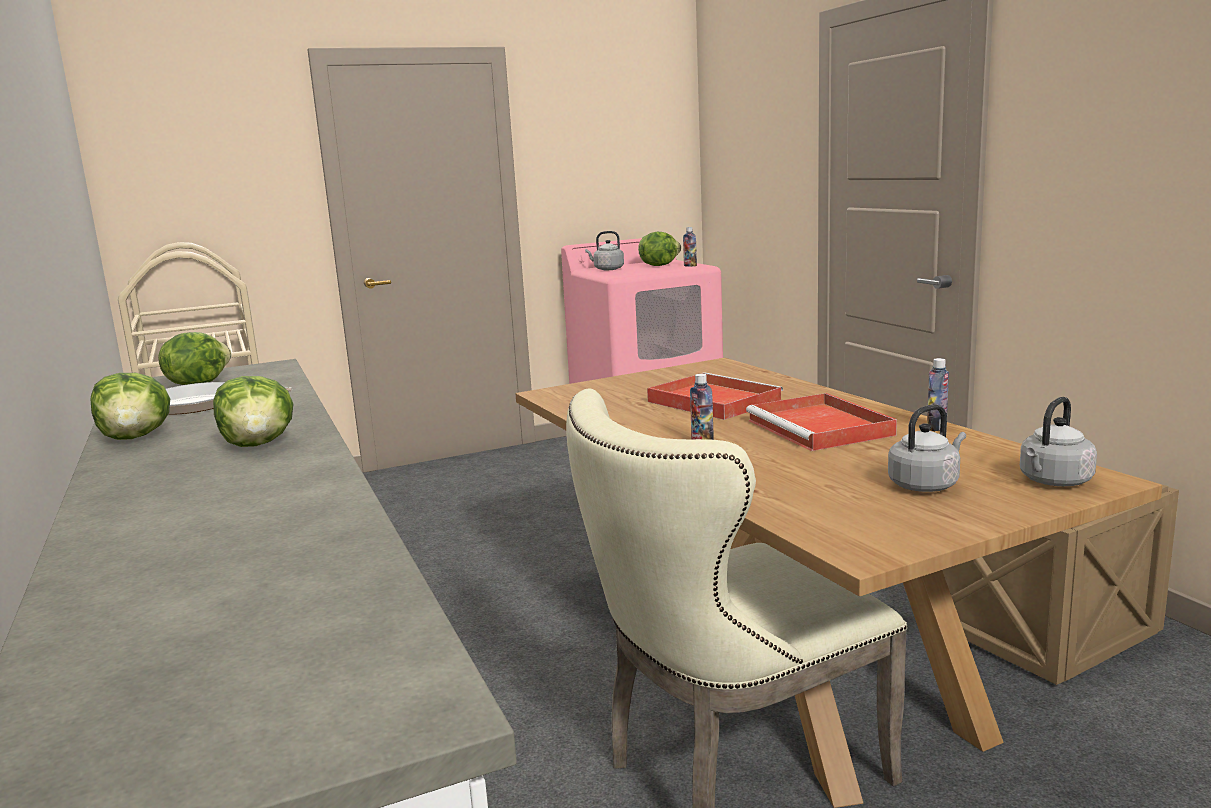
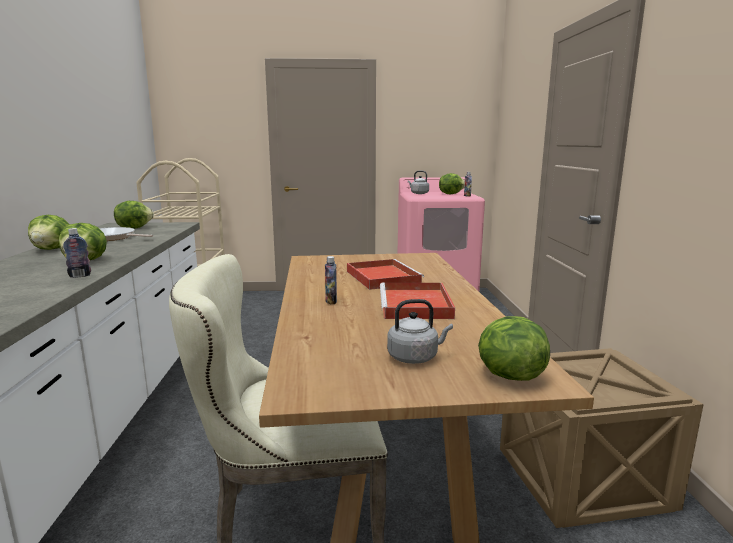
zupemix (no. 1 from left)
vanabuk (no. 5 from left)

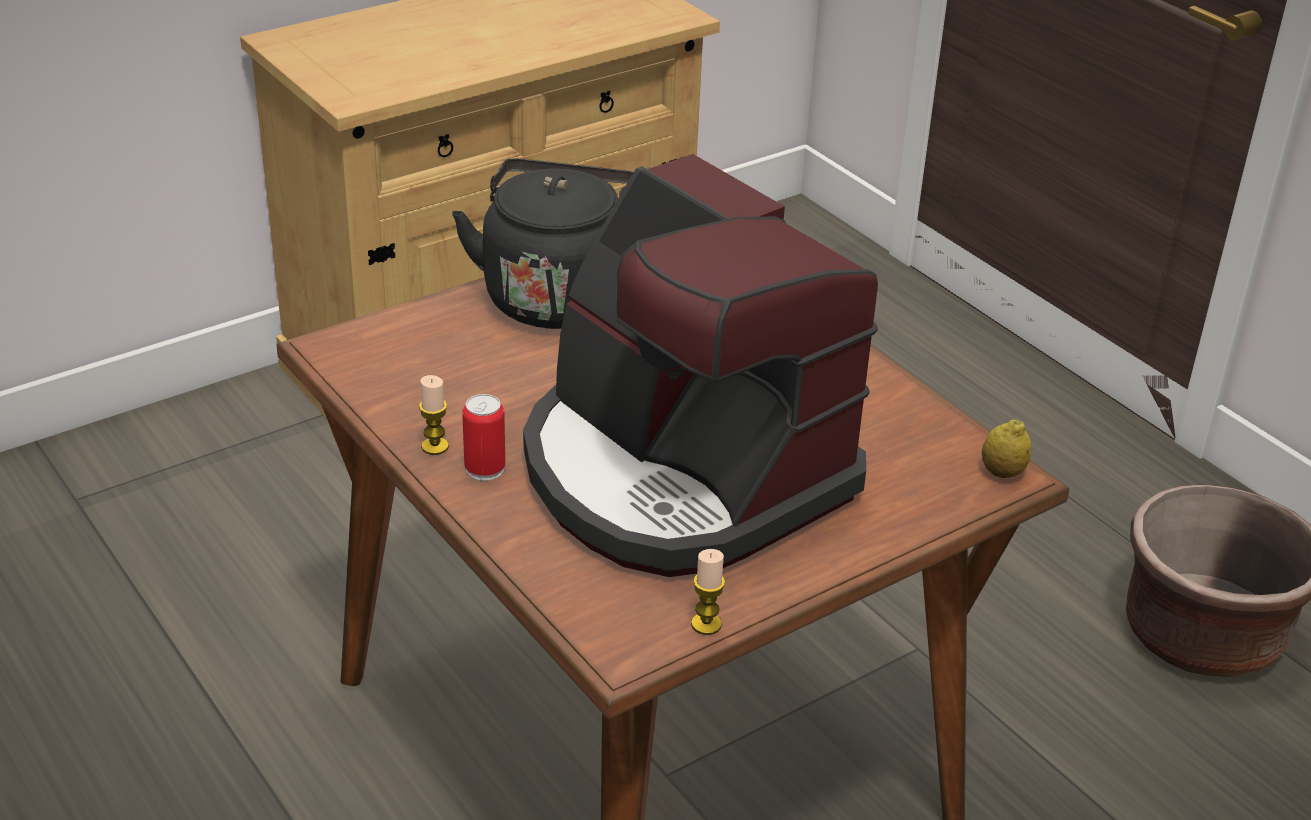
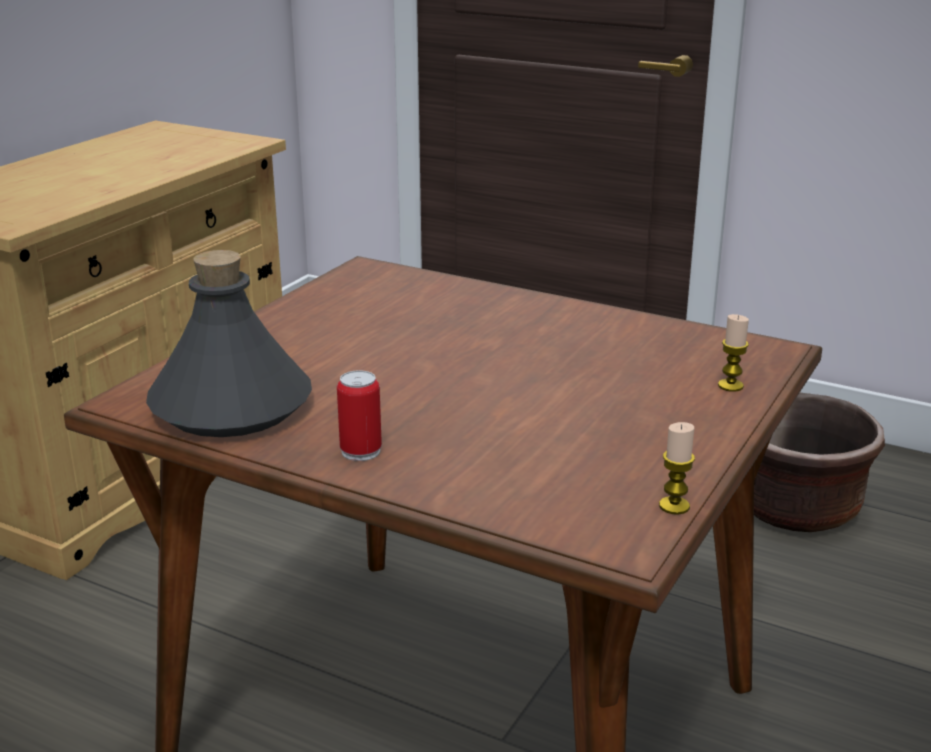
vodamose (no. 2 from left)
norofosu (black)
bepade
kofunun
zupemix (grey)

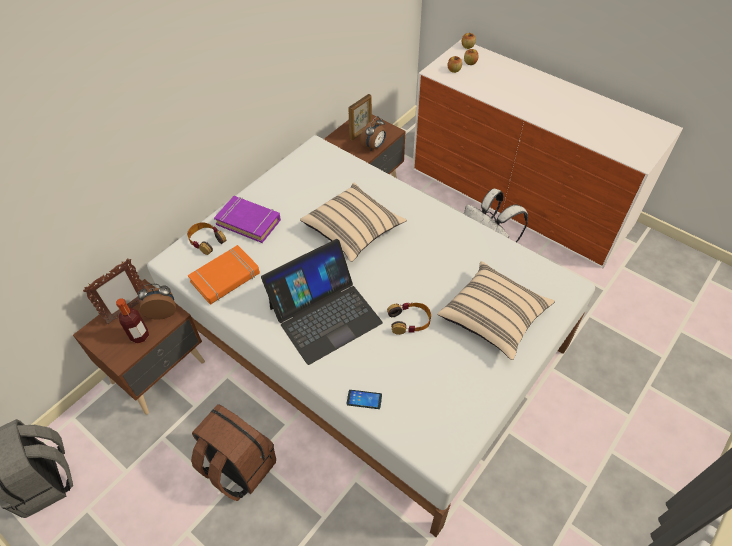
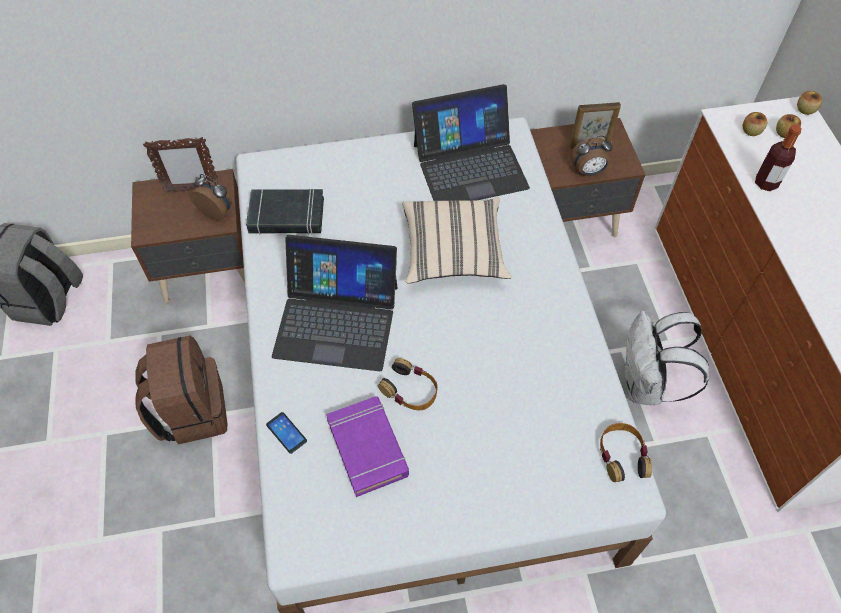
zupemix
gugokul (no. 2 from left)
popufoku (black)
popufoku (purple)
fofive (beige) (no. 2 from left in the first image)
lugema (no. 2 from left)

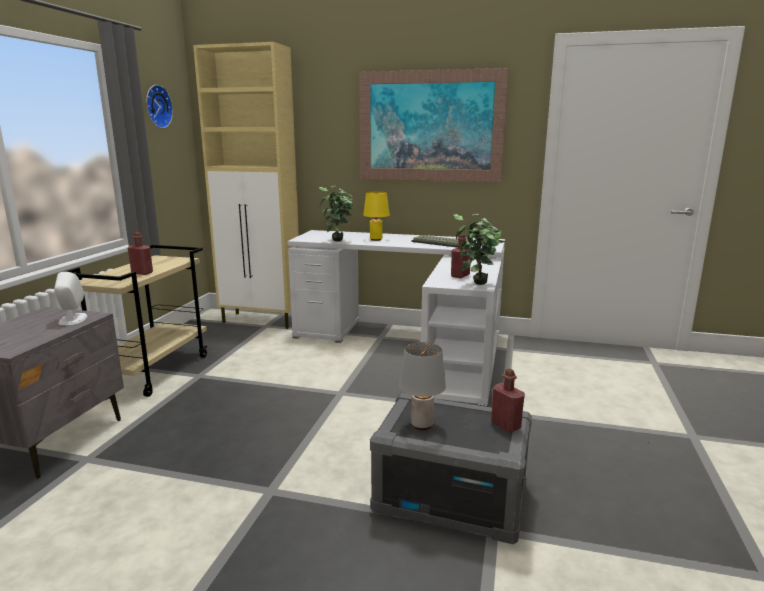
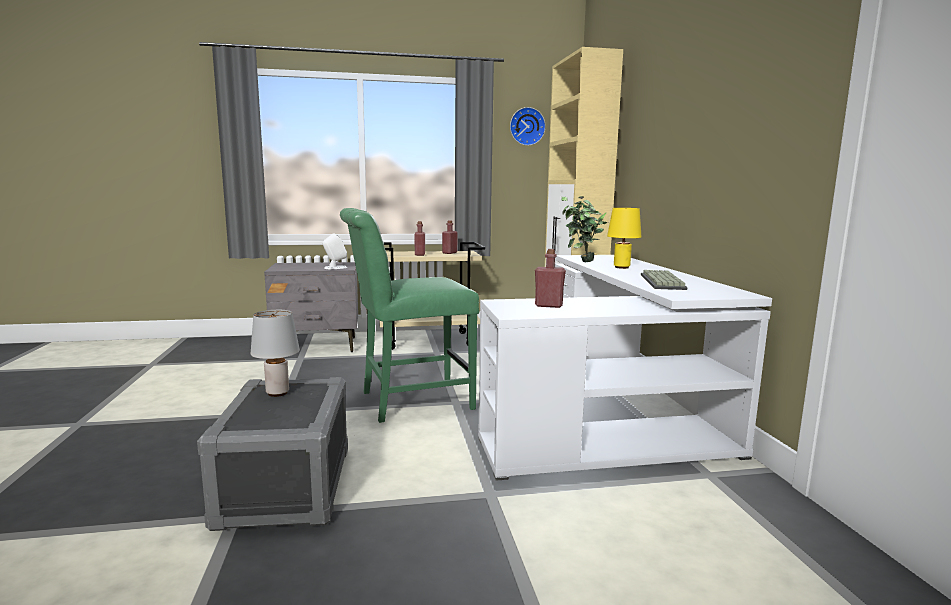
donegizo
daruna (no. 2 from left in the first image)
zupemix (red) (no. 2 from left)
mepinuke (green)

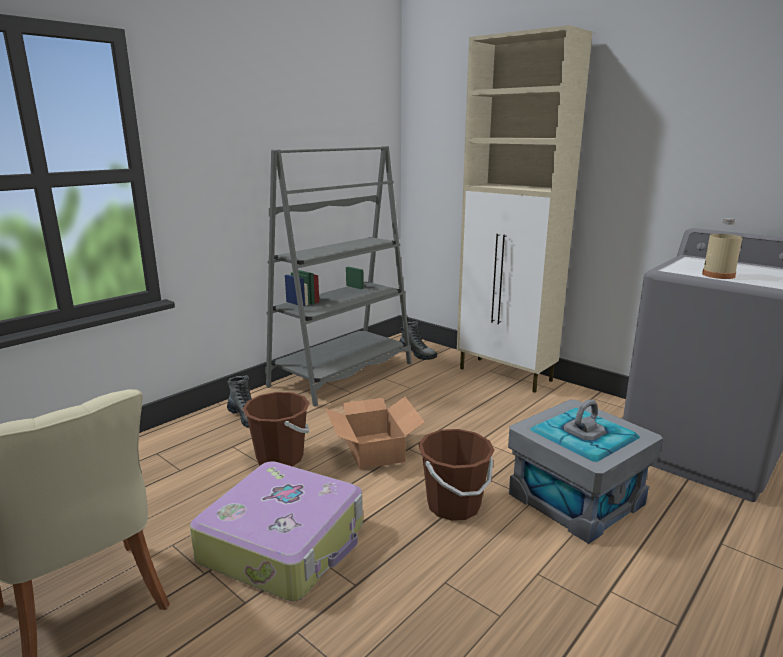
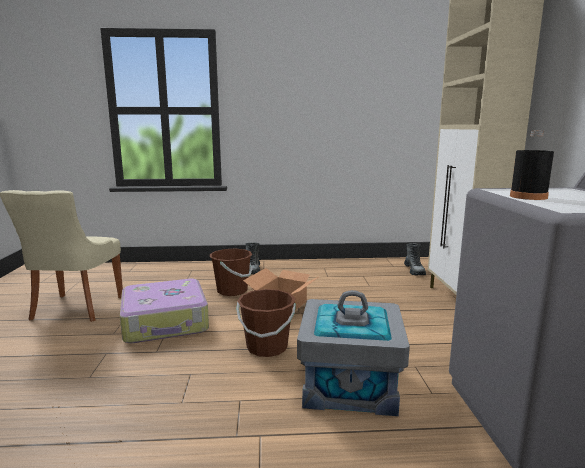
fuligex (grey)
zupemix (black)

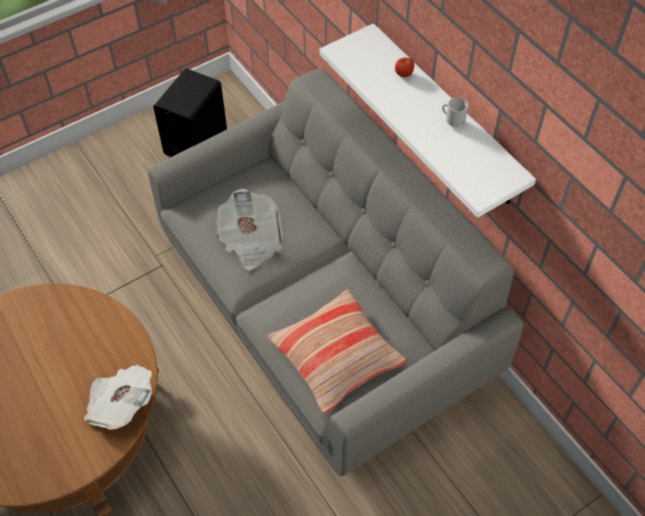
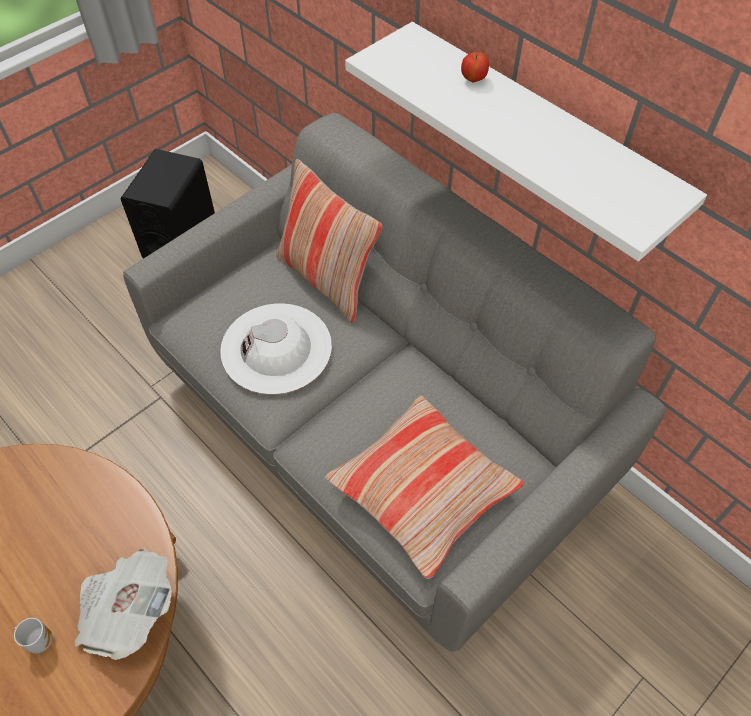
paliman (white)
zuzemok
fofive (no. 1 from left)

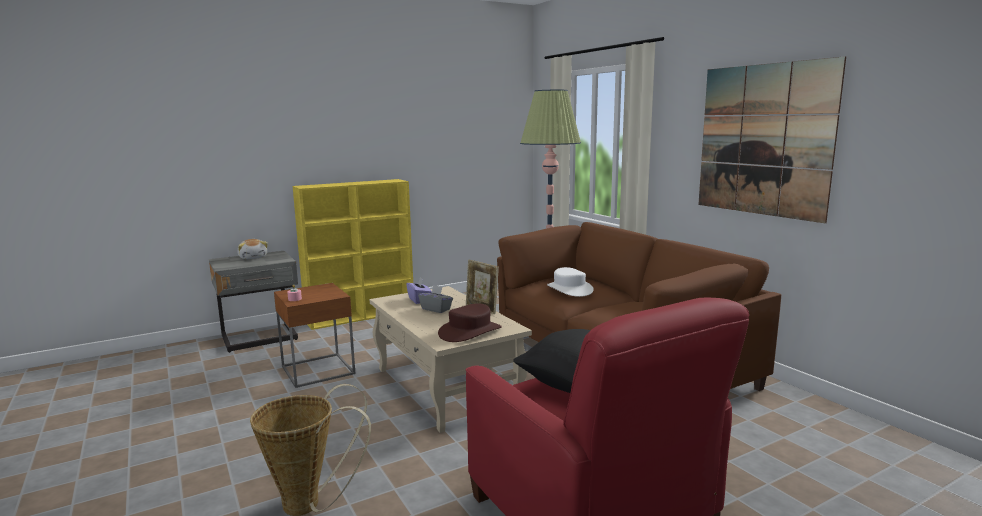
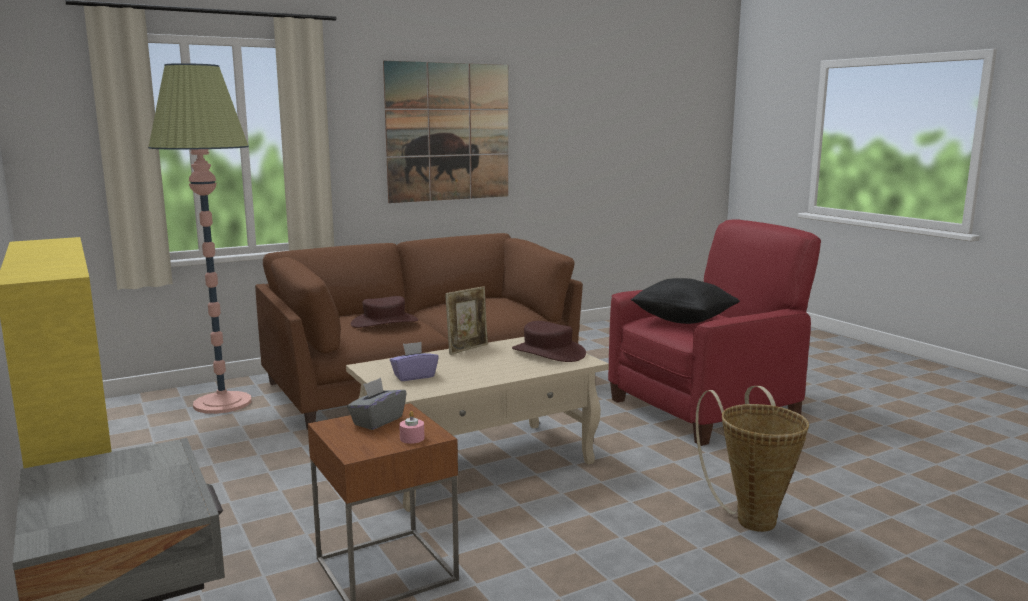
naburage
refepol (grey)
paliman (brown) (no. 1 from left)

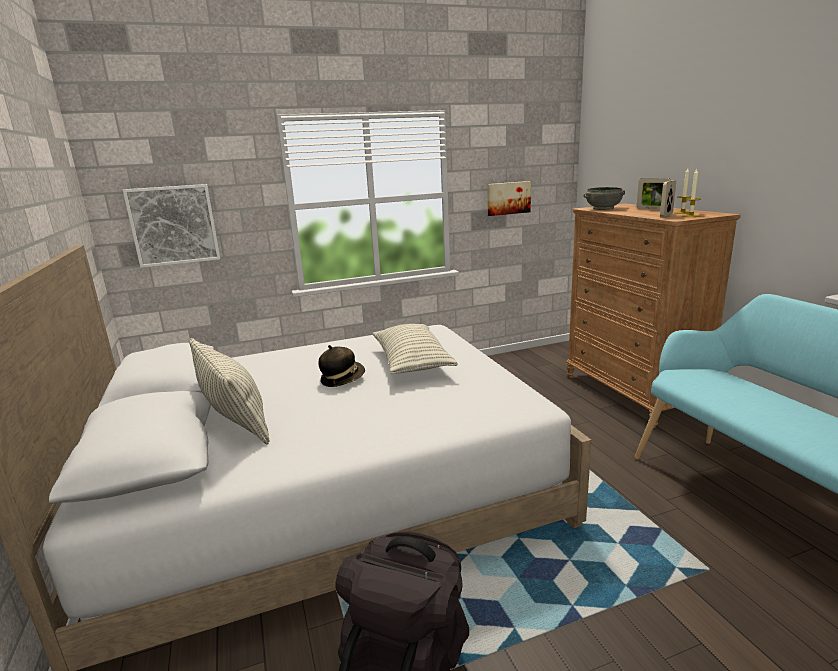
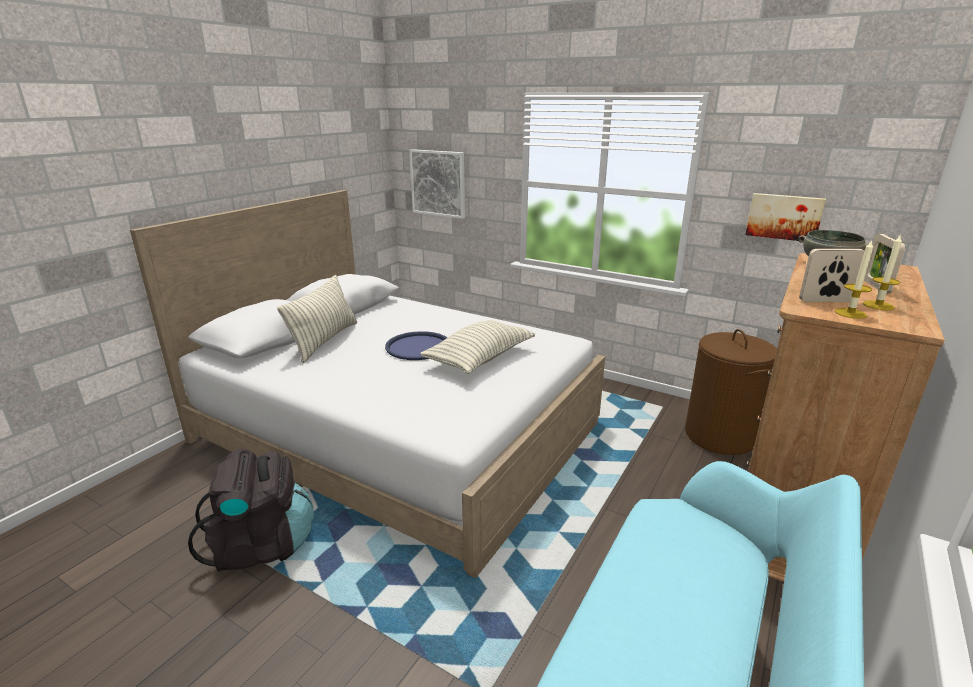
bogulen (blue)
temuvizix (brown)

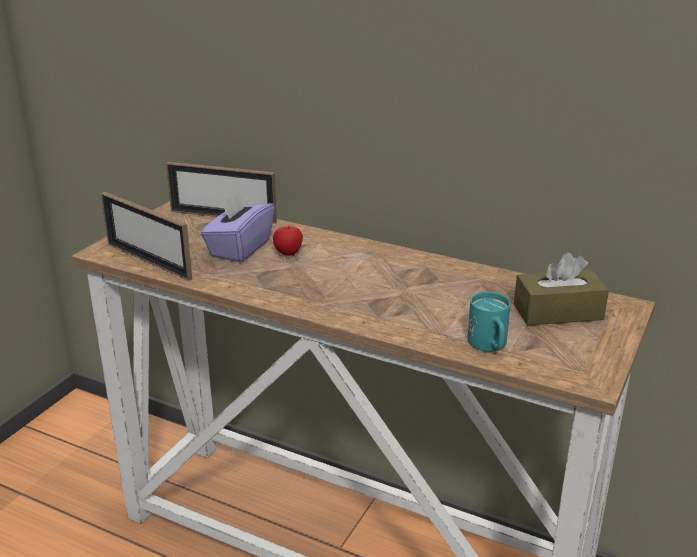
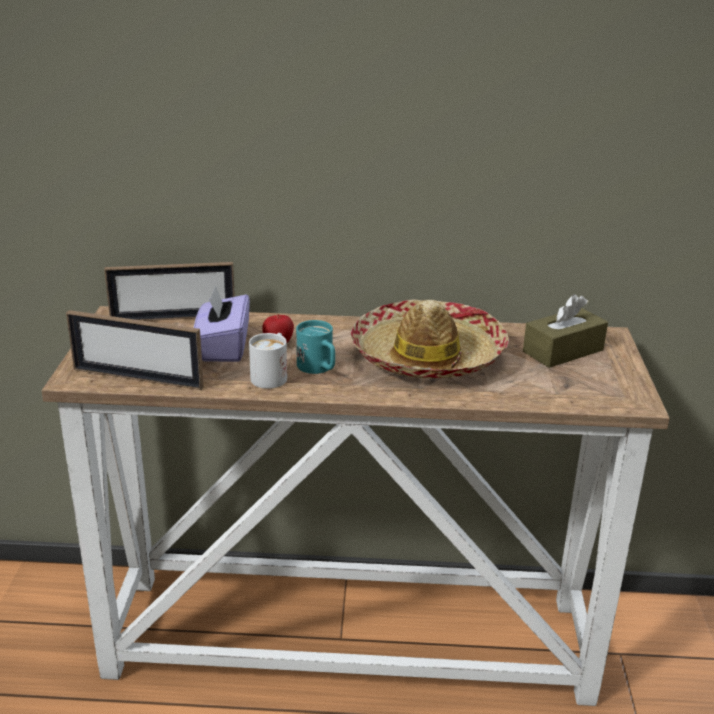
zuzemok (turquoise)
zuzemok (white)
paliman

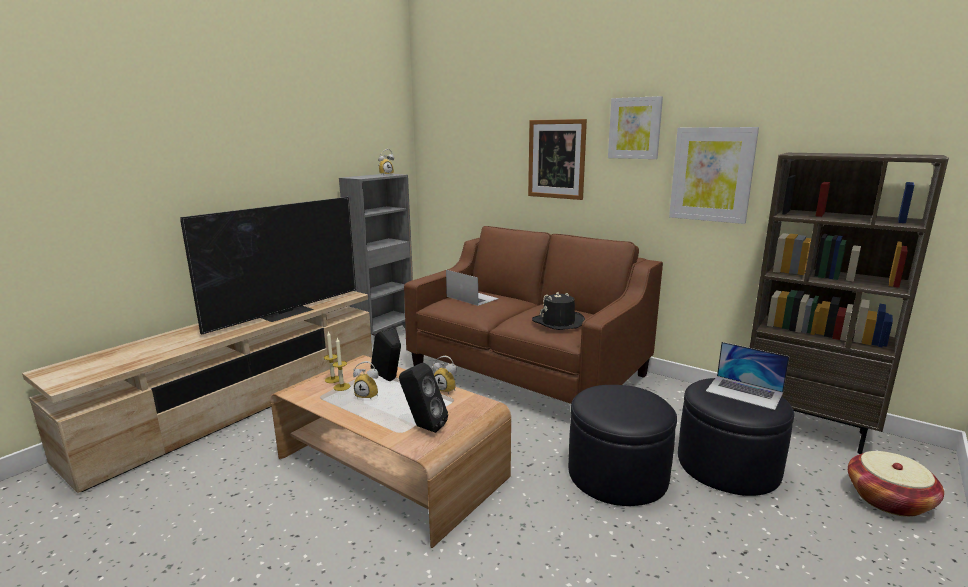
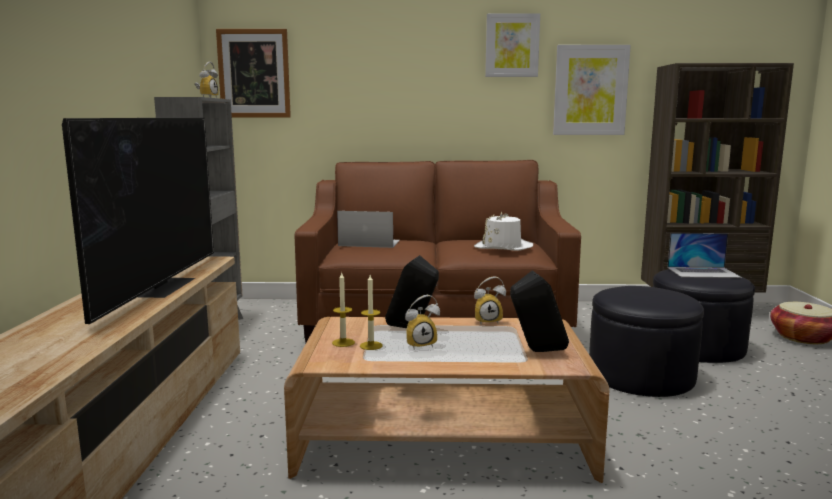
donegizo (no. 1 from left)
paliman (white)

